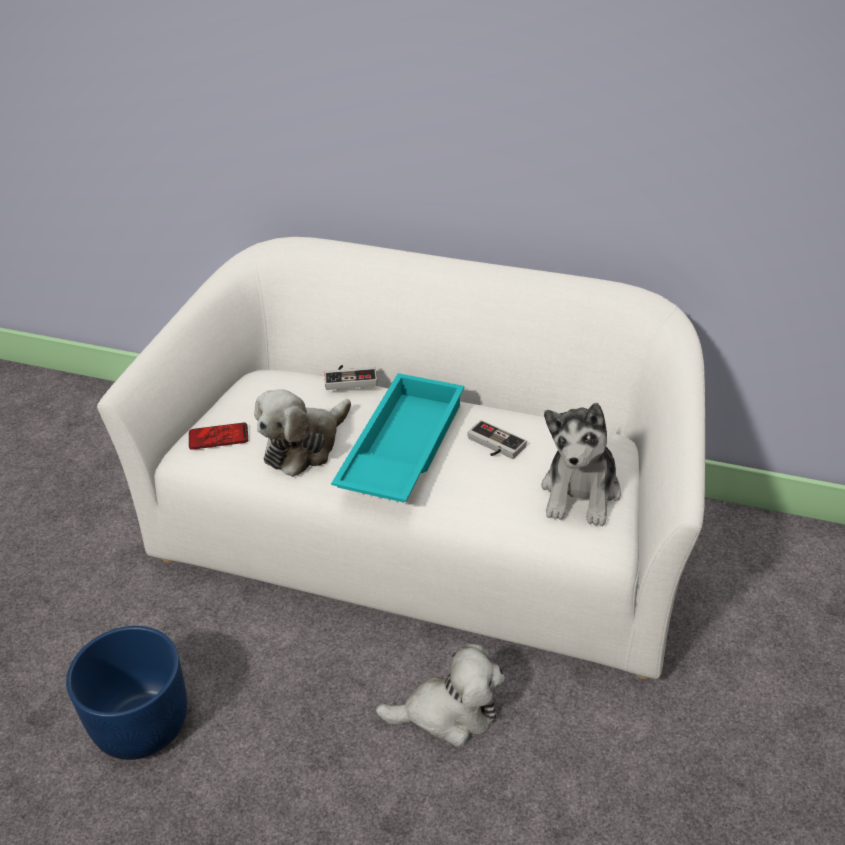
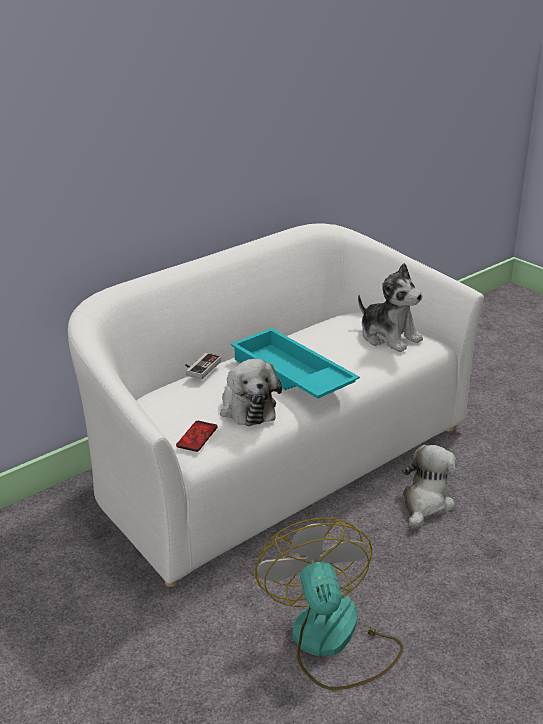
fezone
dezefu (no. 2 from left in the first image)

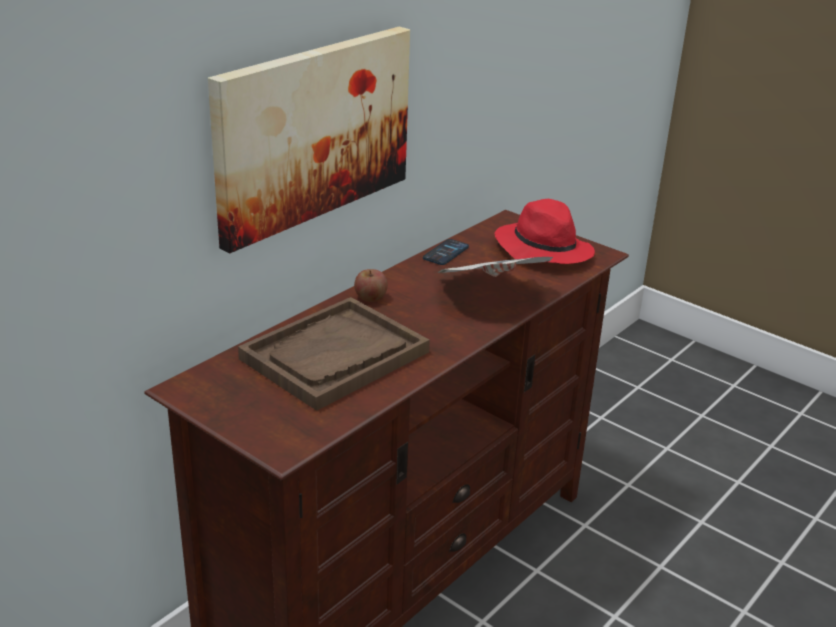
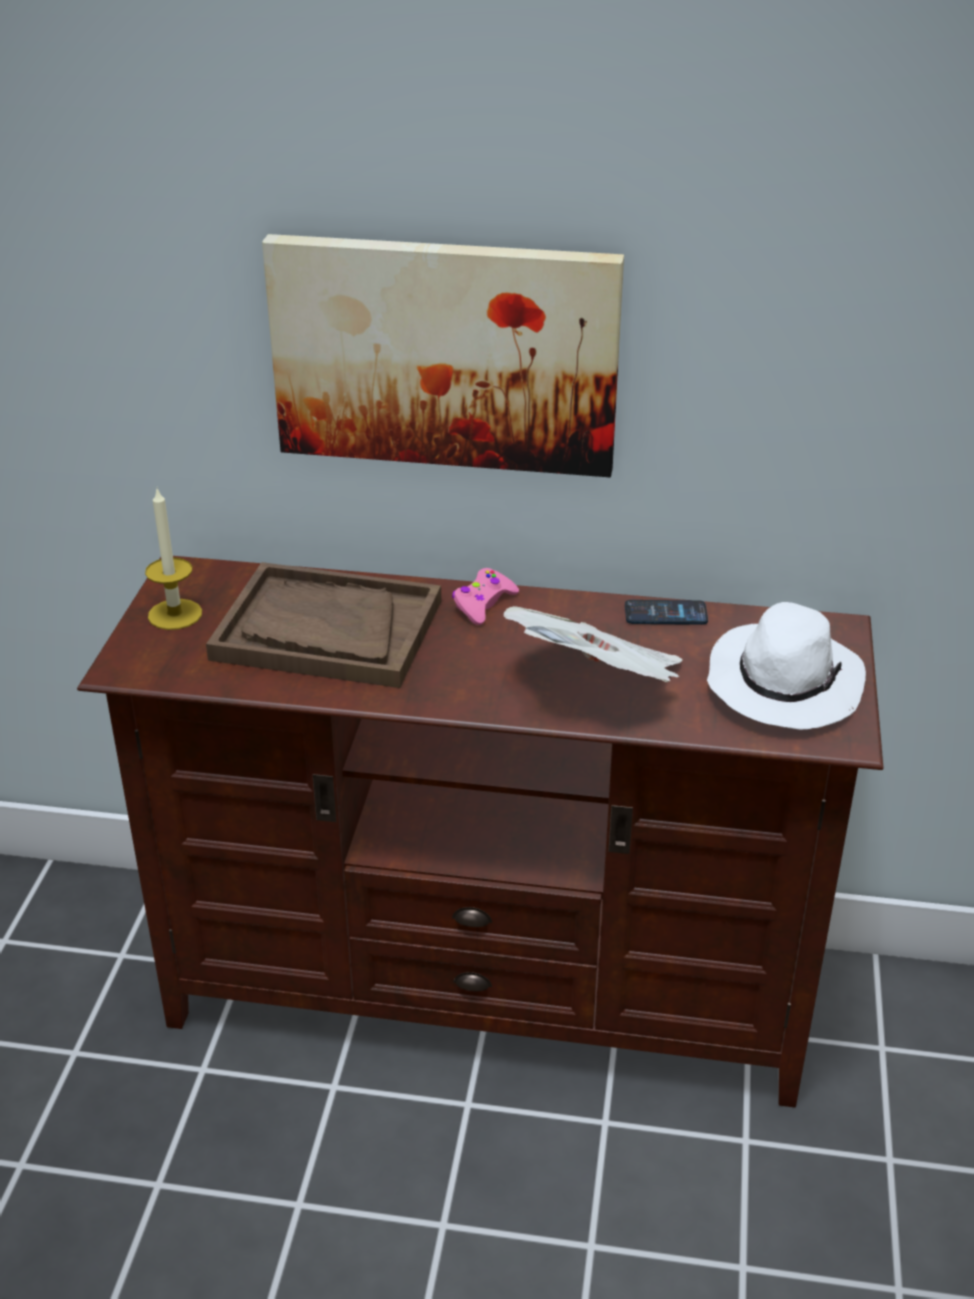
dezefu (pink)
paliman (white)
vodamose

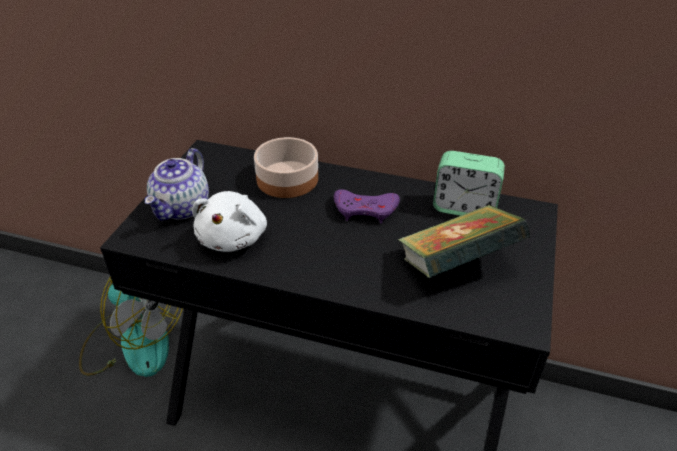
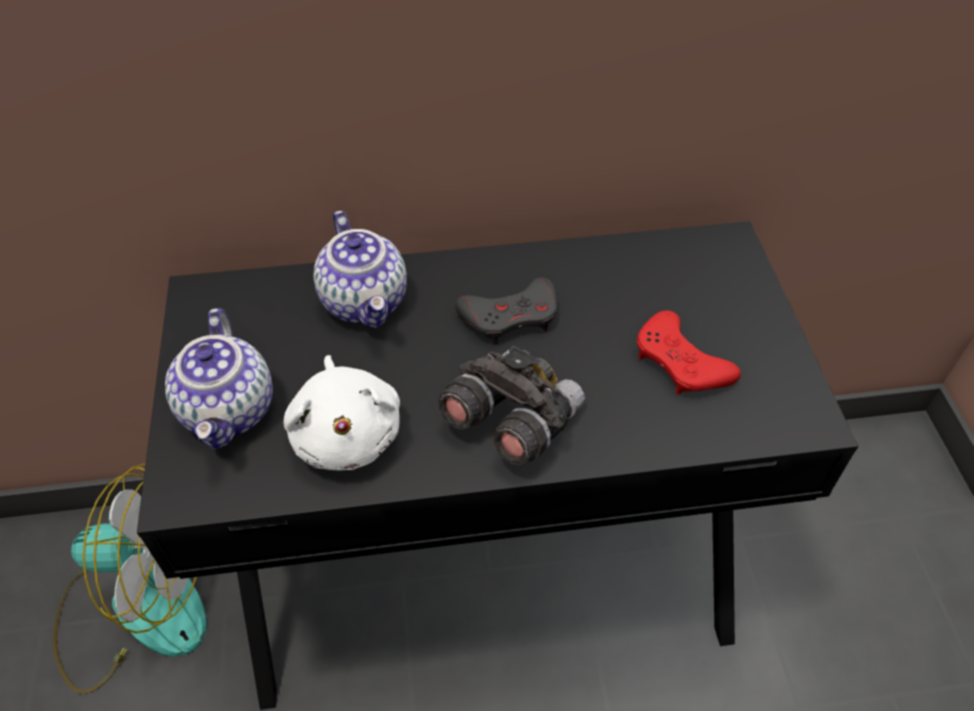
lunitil (no. 2 from left)
dezefu (grey)
dezefu (red)
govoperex
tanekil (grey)

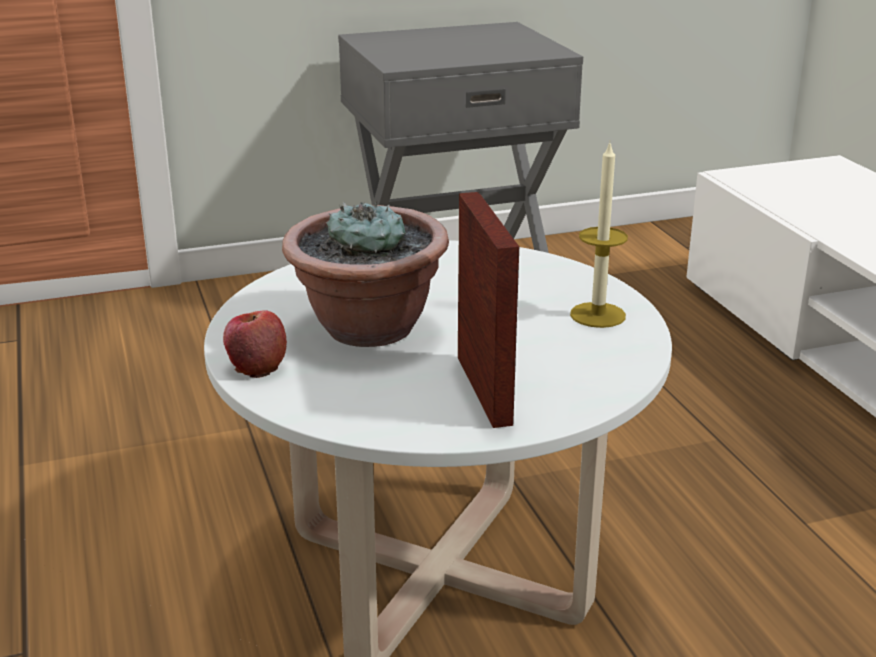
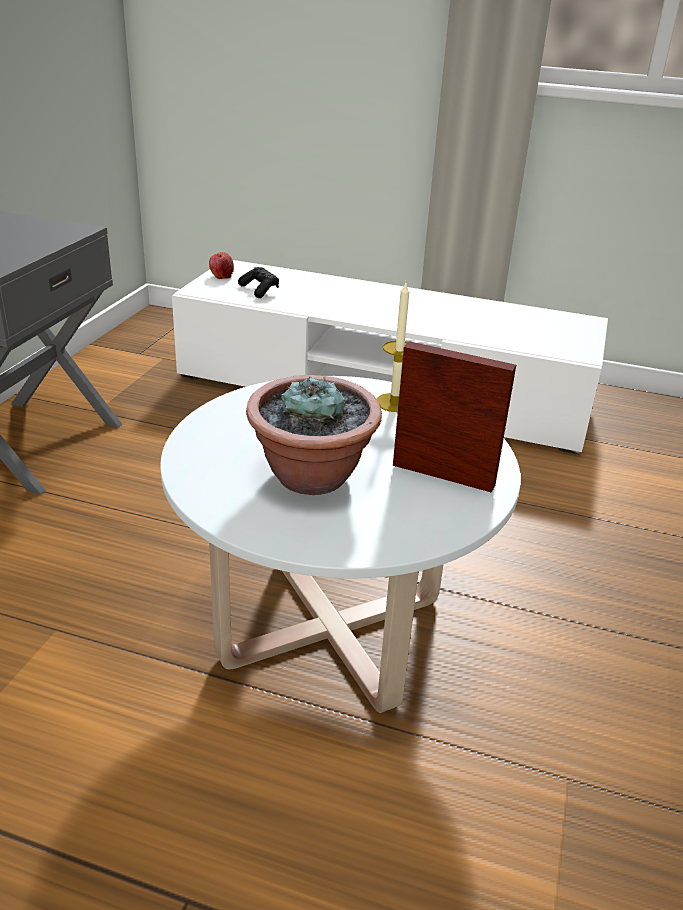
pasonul
dezefu (black)

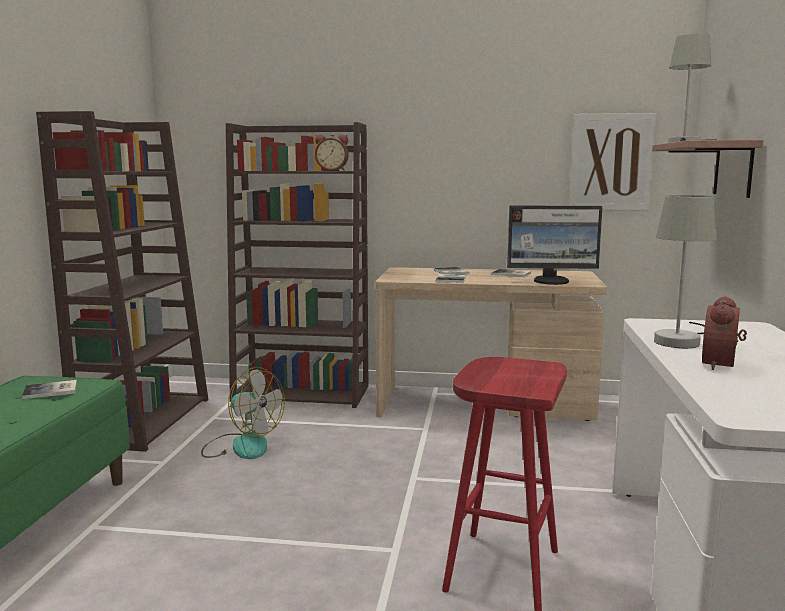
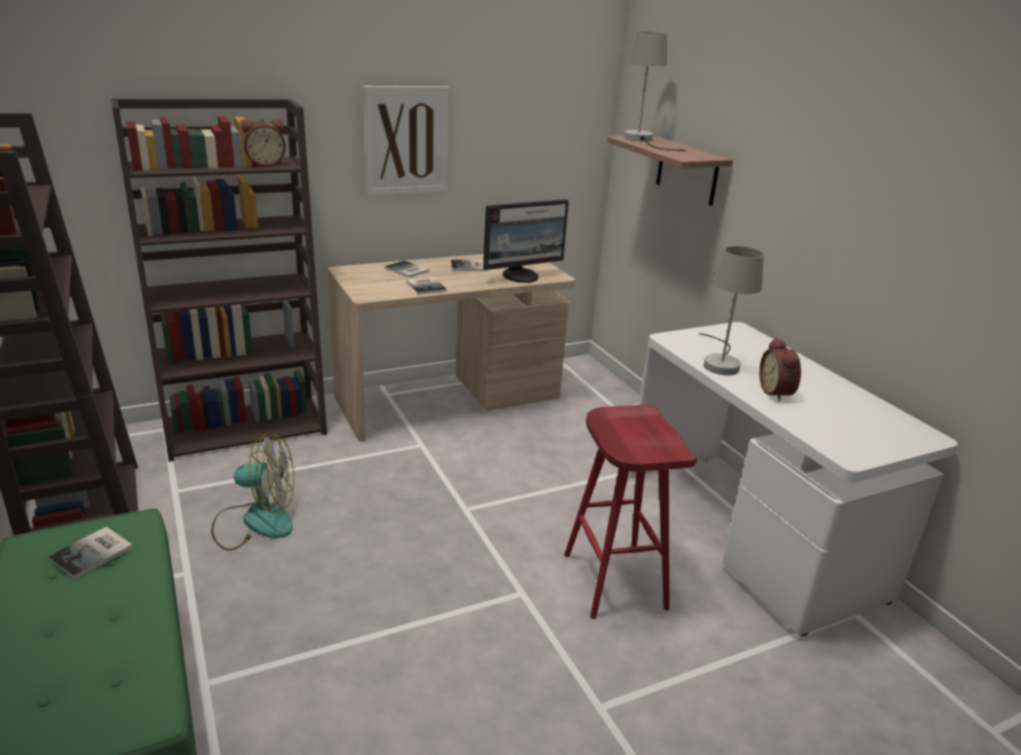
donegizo

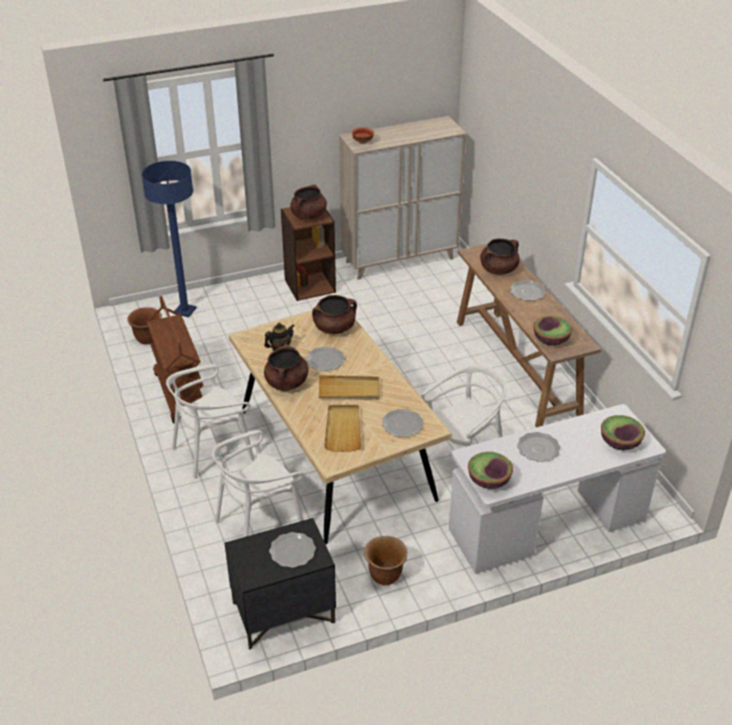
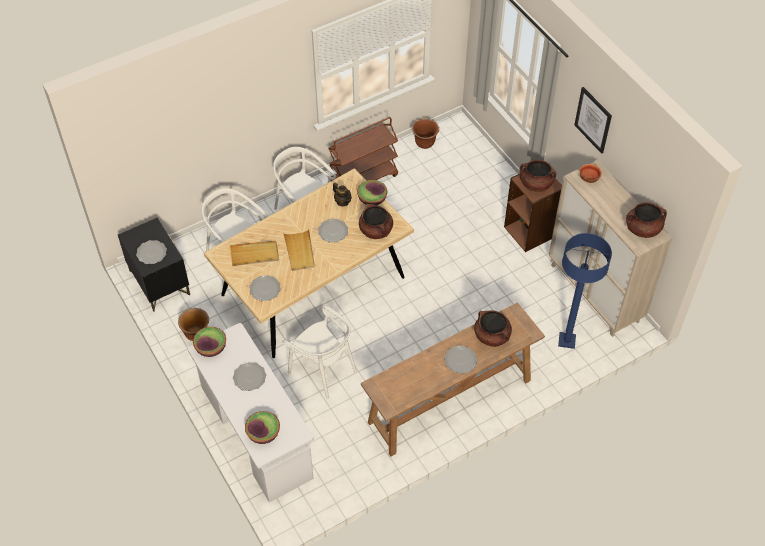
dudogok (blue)
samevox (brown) (no. 4 from left)
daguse (no. 3 from left)
donegizo

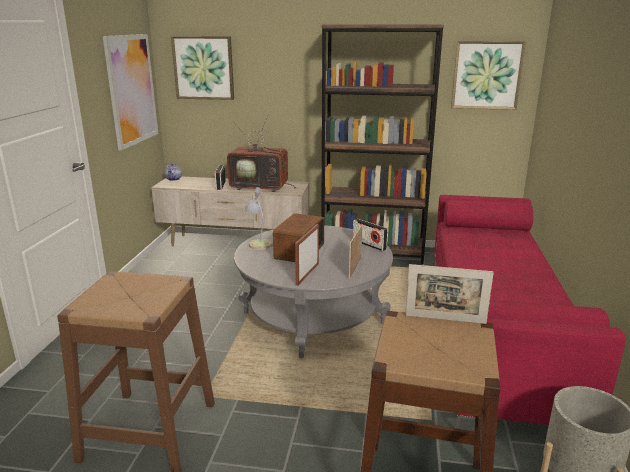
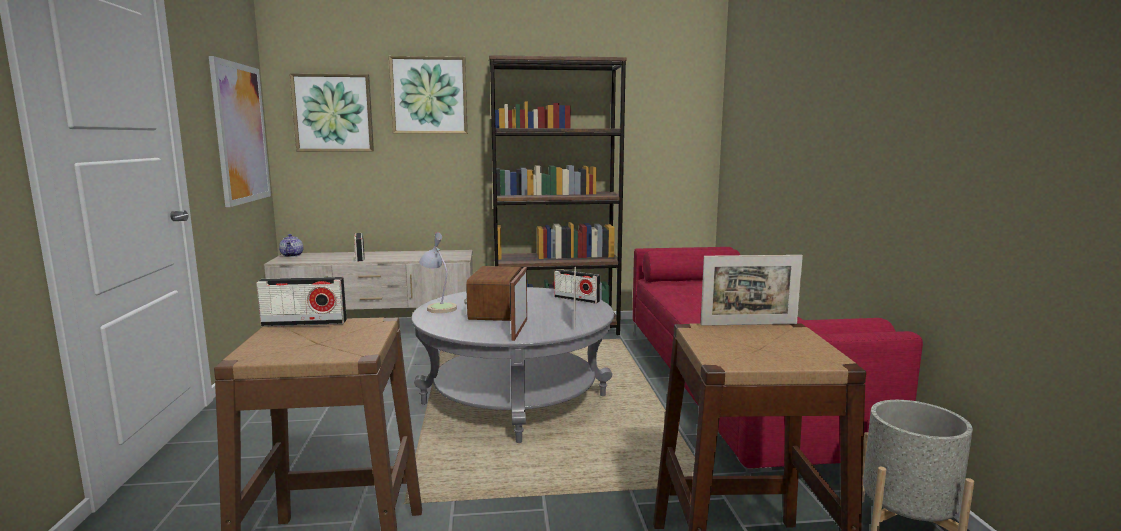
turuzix
donegizo (no. 3 from left)
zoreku (no. 1 from left)

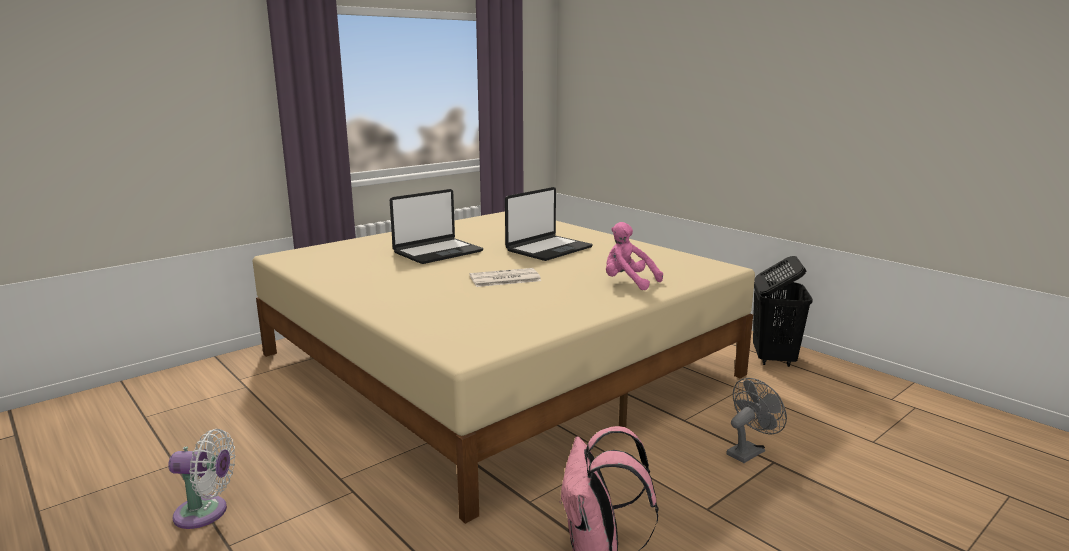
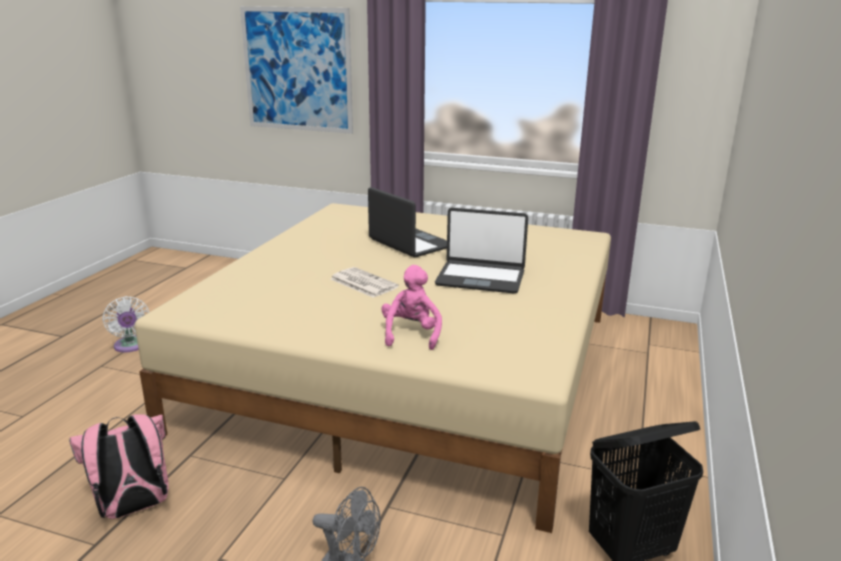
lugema (no. 1 from left)
donegizo

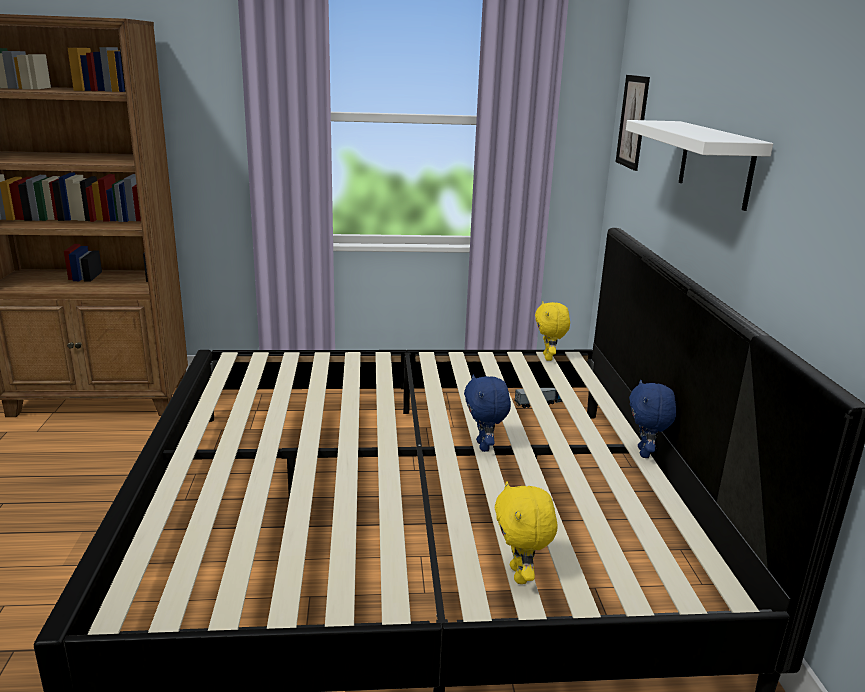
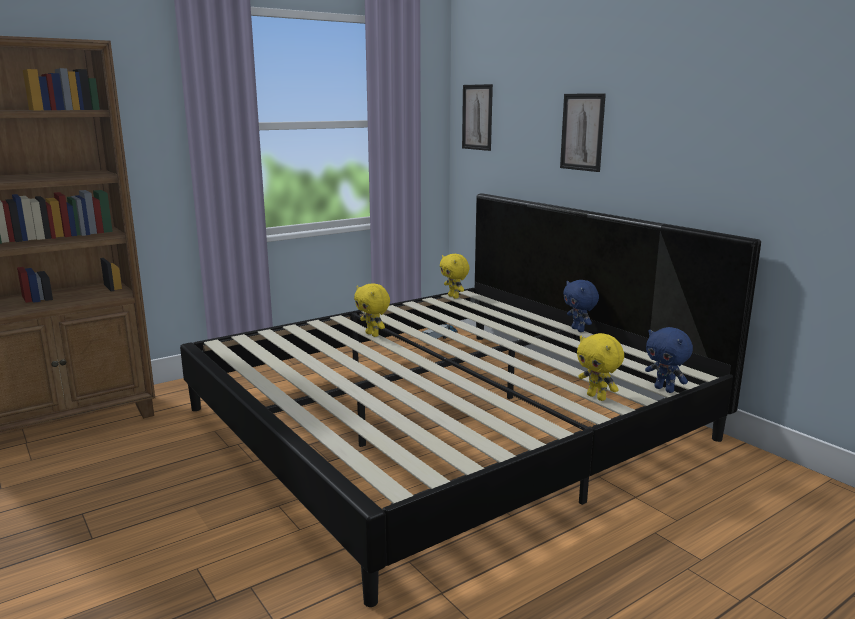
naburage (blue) (no. 2 from left)
donegizo (no. 2 from left)
naburage (yellow) (no. 1 from left)

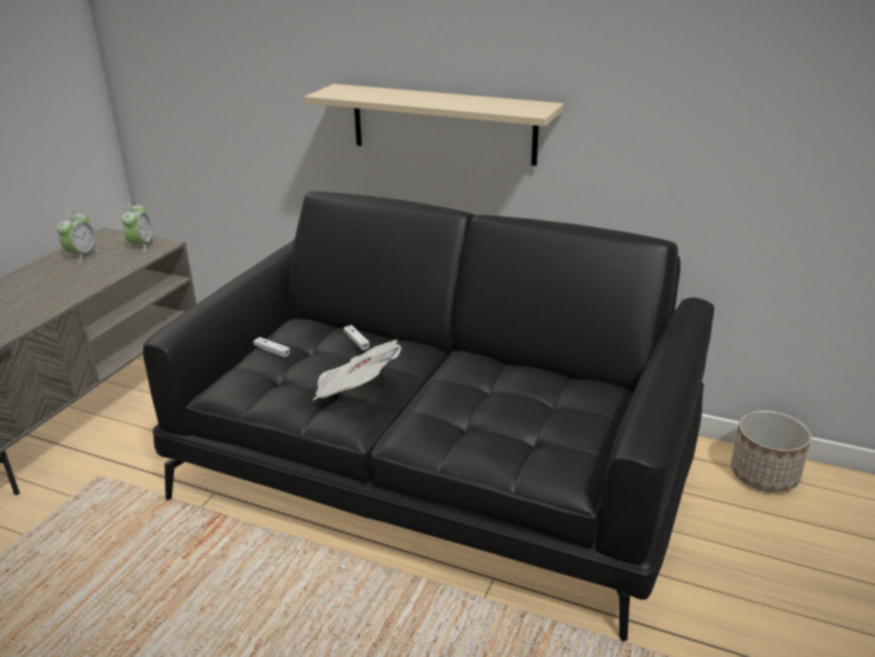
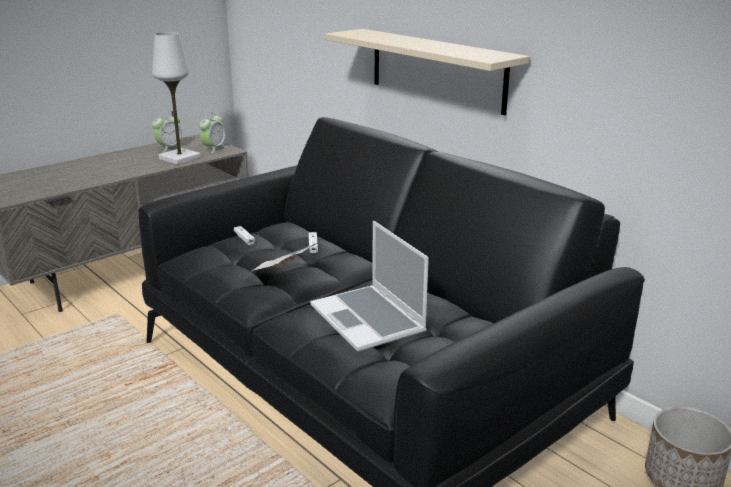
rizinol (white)
lugema

